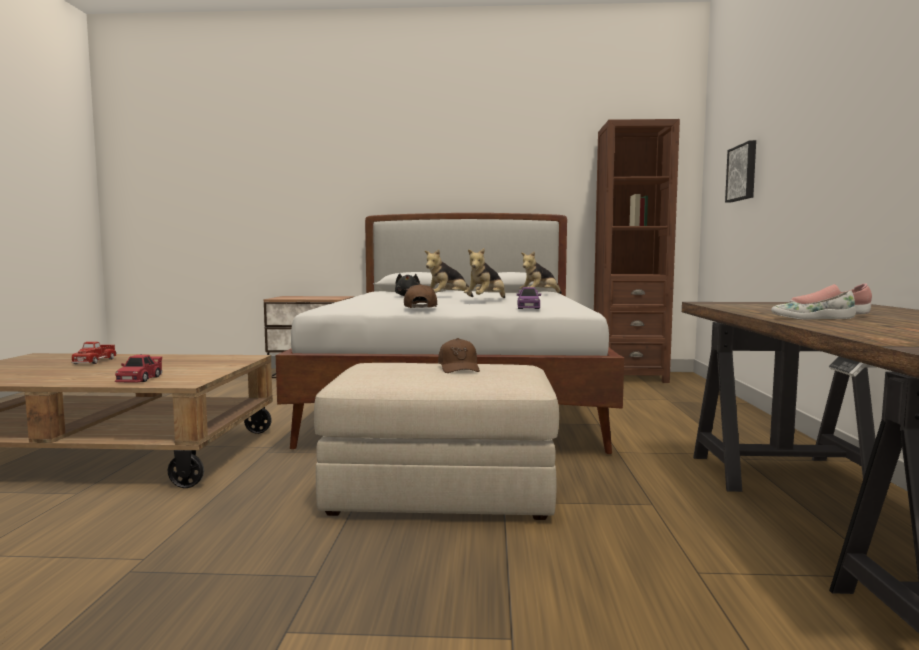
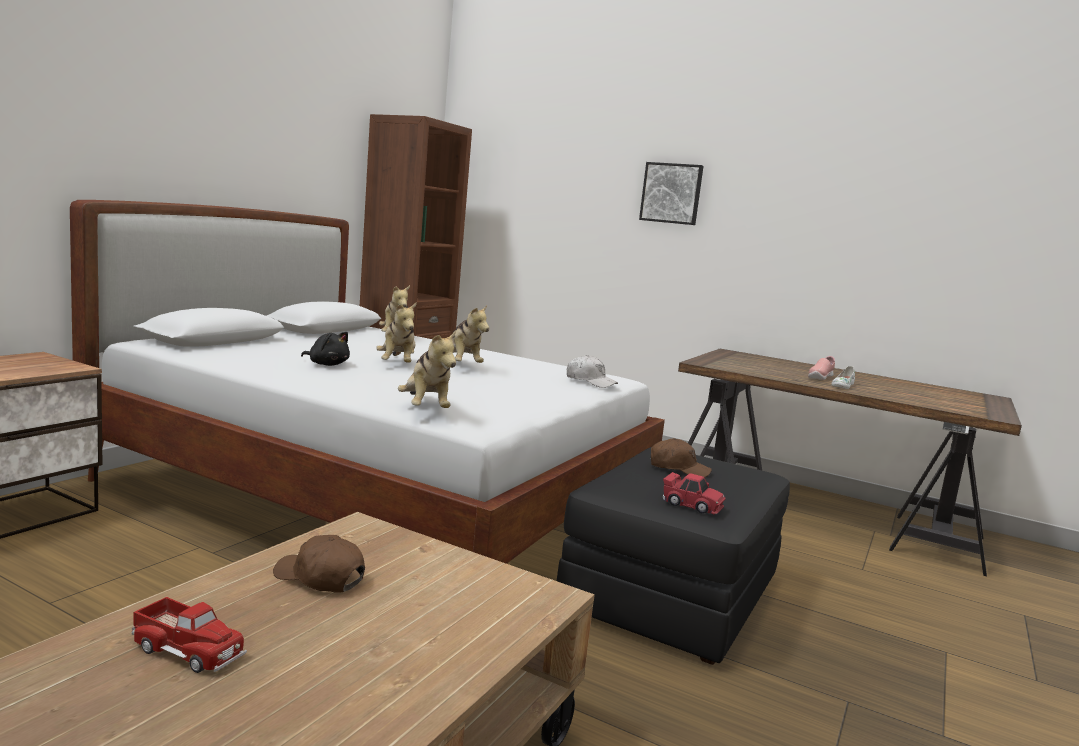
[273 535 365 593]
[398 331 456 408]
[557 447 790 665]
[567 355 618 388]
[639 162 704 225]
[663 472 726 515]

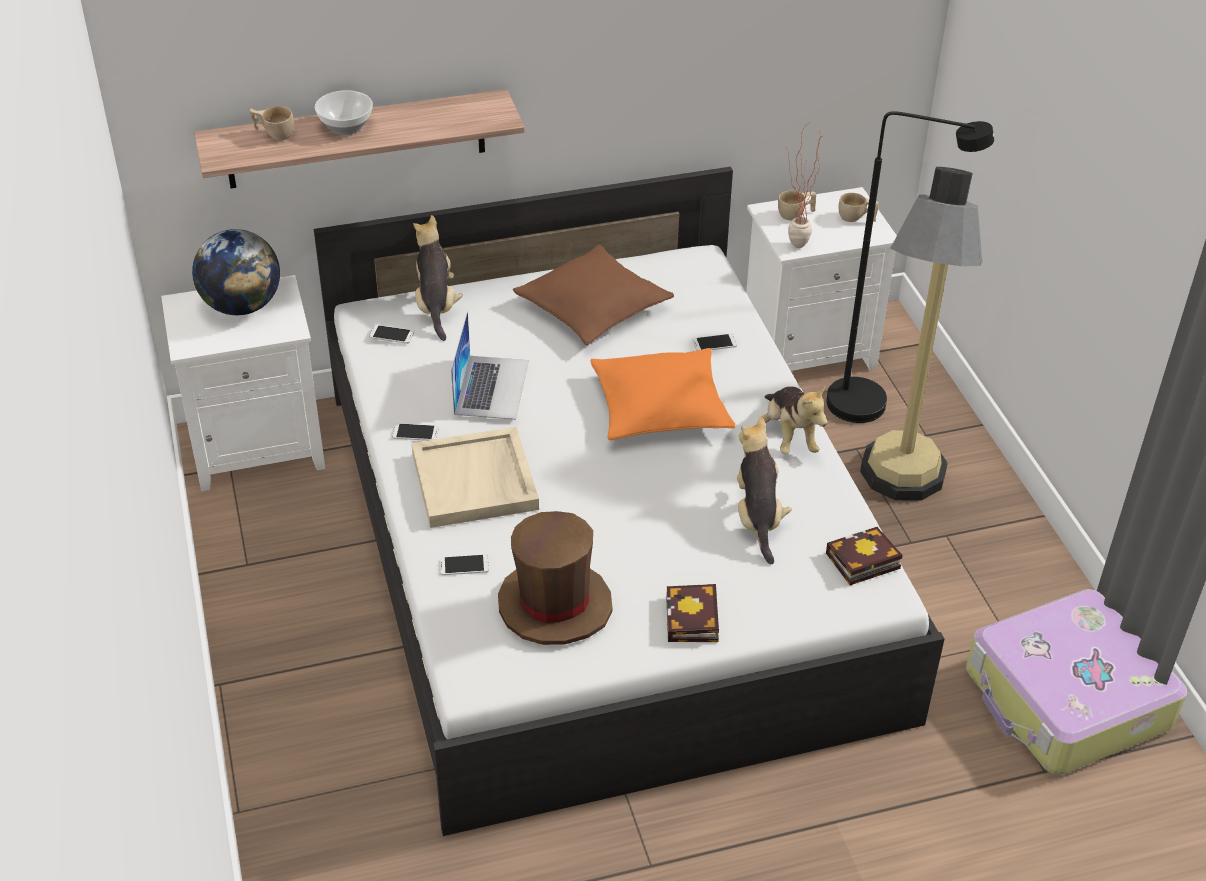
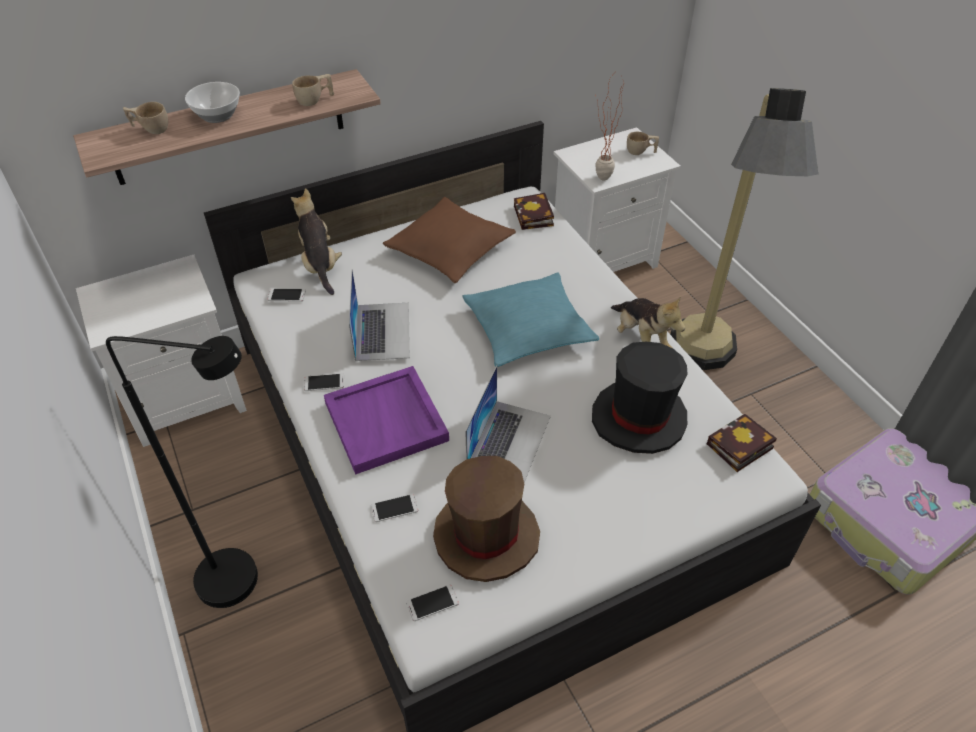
[106 336 258 608]
[292 74 334 106]
[324 366 449 475]
[406 584 459 621]
[462 272 599 367]
[465 366 551 483]
[514 193 554 230]
[592 342 688 454]
[192 229 280 315] (first image)

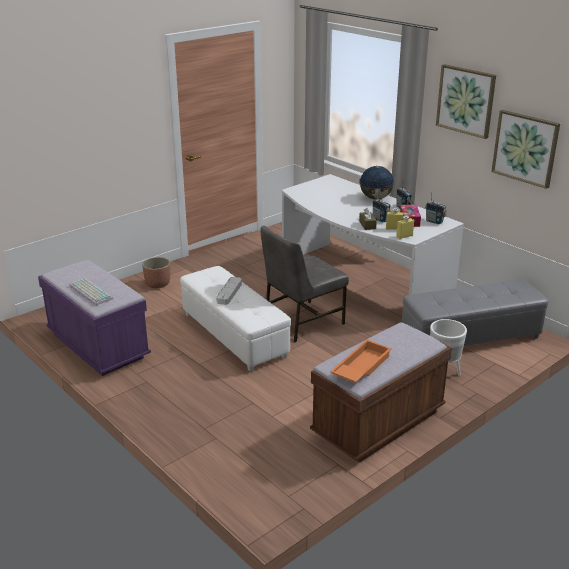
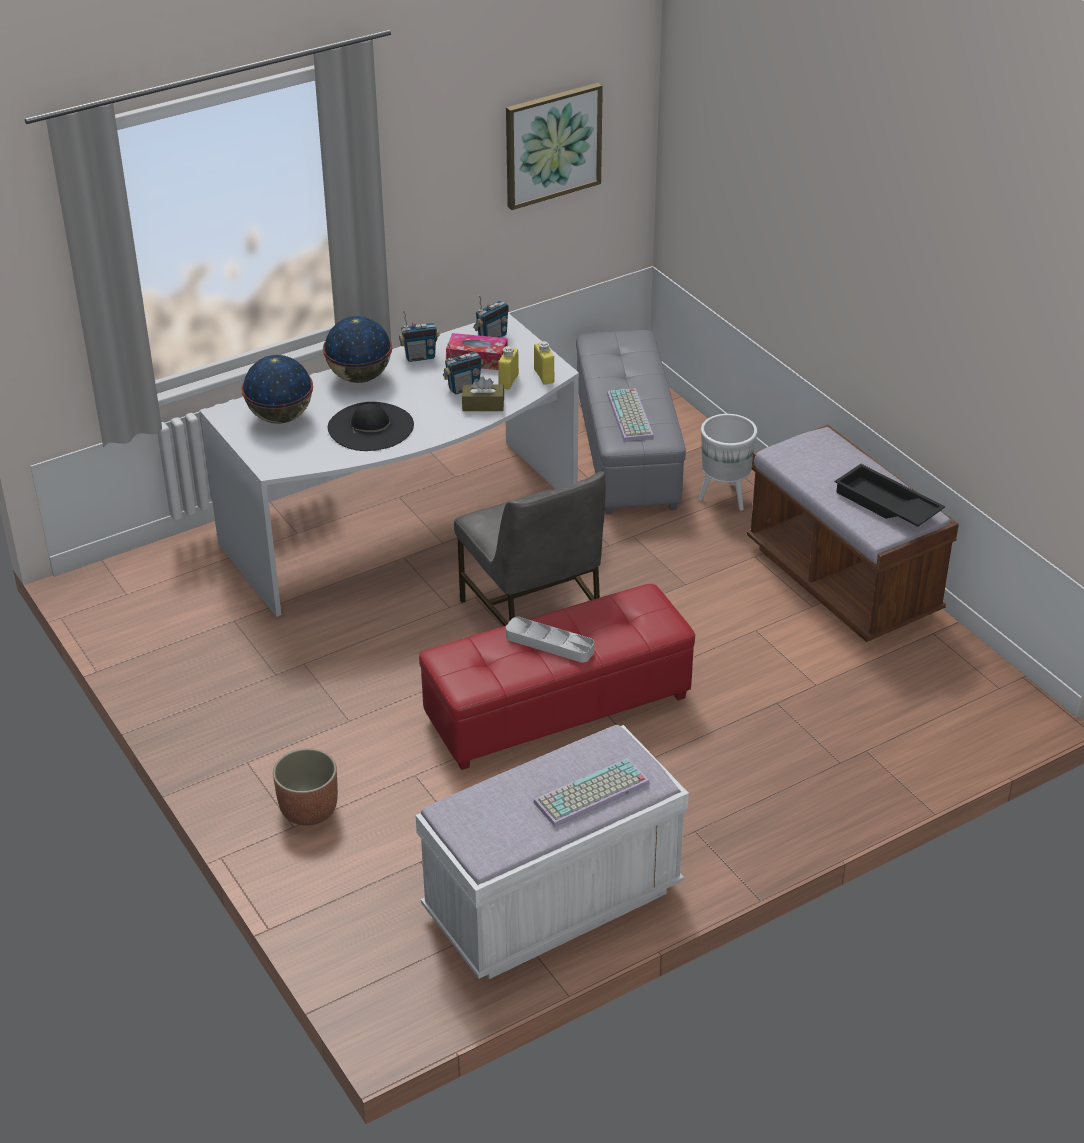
[241 355 313 424]
[328 402 414 451]
[416 725 689 979]
[419 584 695 770]
[607 388 654 441]
[834 464 945 527]
[436 64 496 139] (first image)

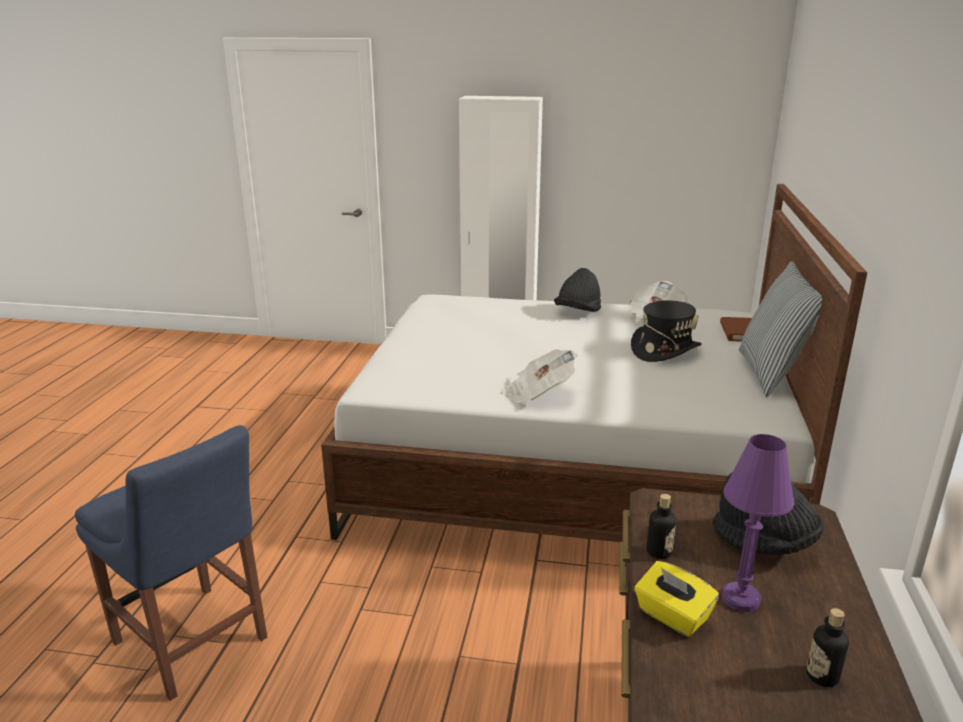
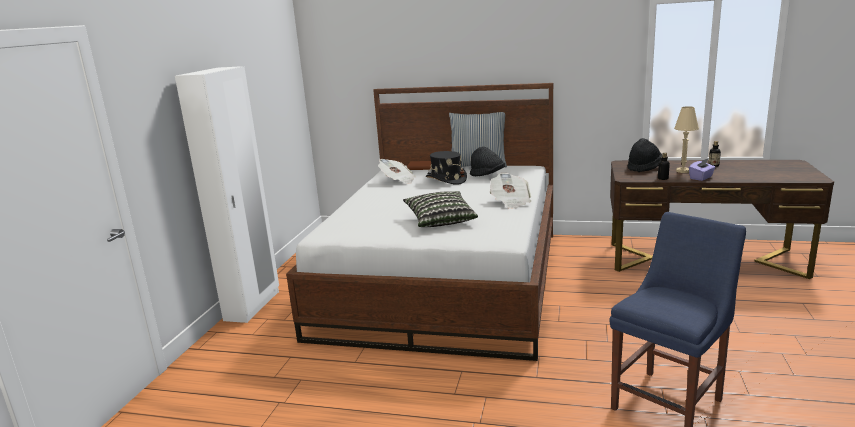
[403 191 478 227]
[470 147 505 176]
[674 106 699 173]
[689 158 715 181]

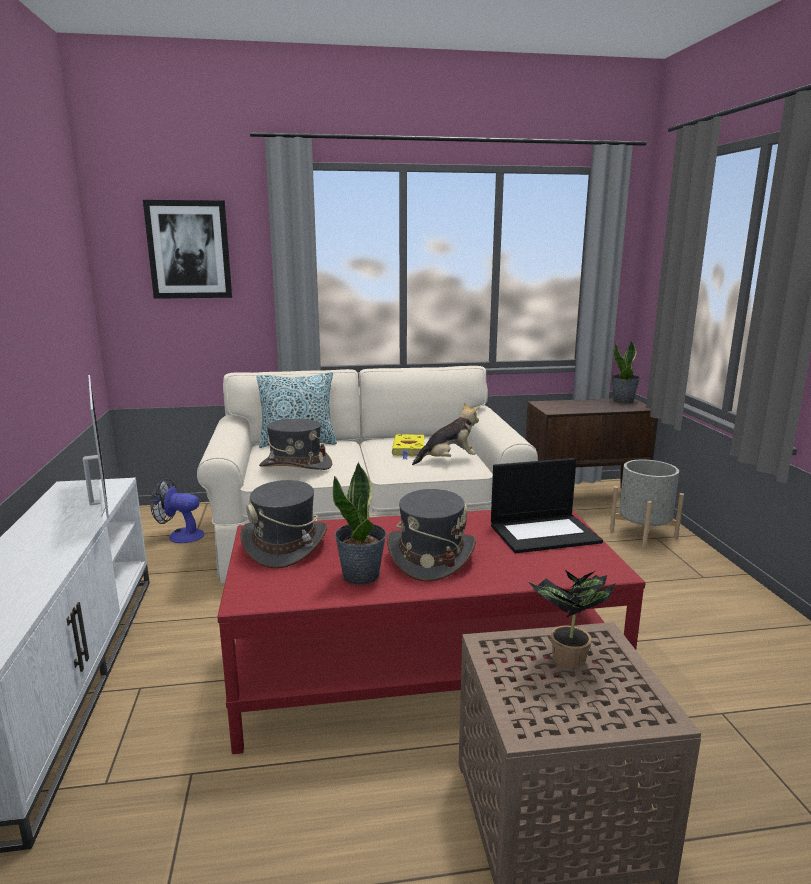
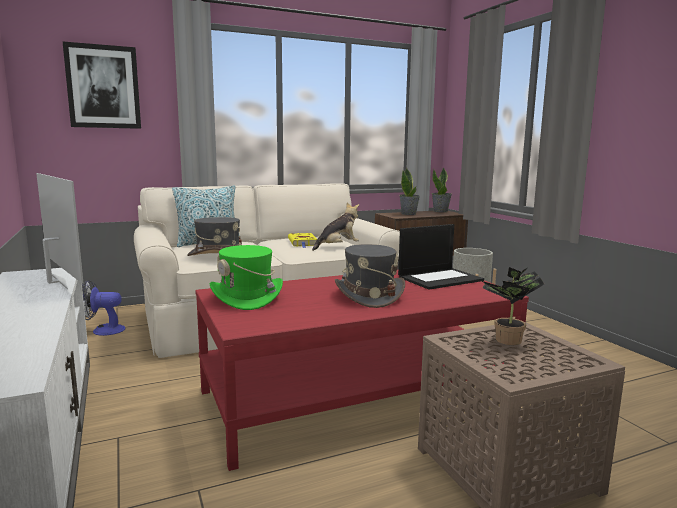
[210 245 283 310]
[399 168 420 215]

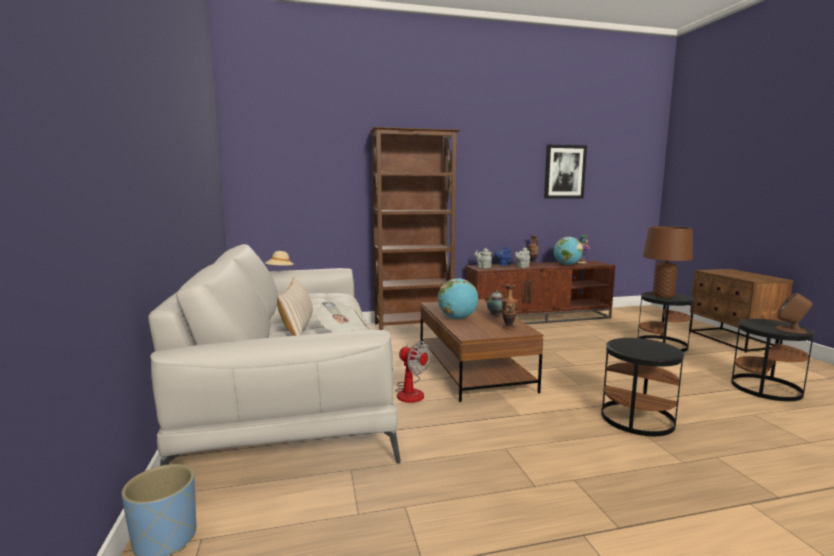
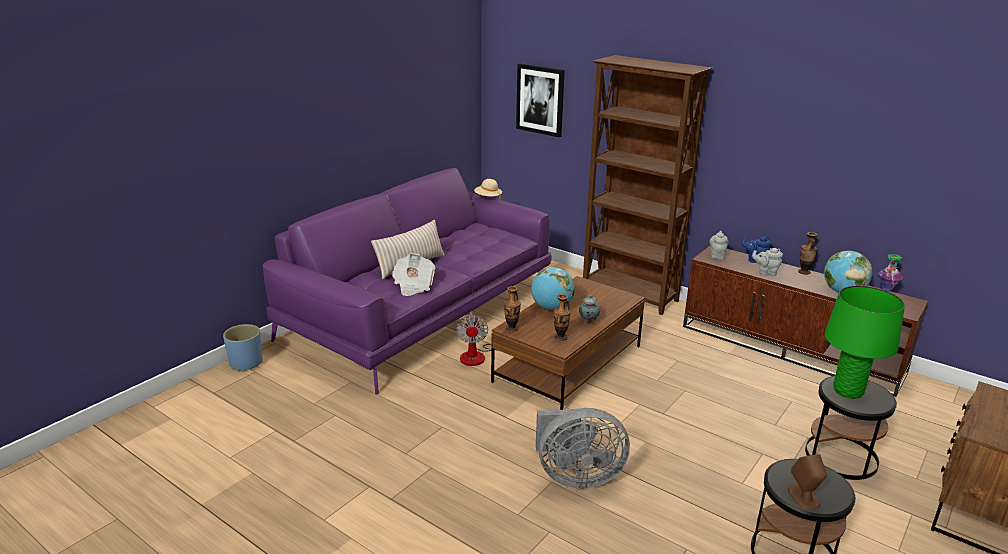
[262 168 552 395]
[504 286 521 332]
[516 64 565 137]
[536 408 630 489]
[825 286 905 399]

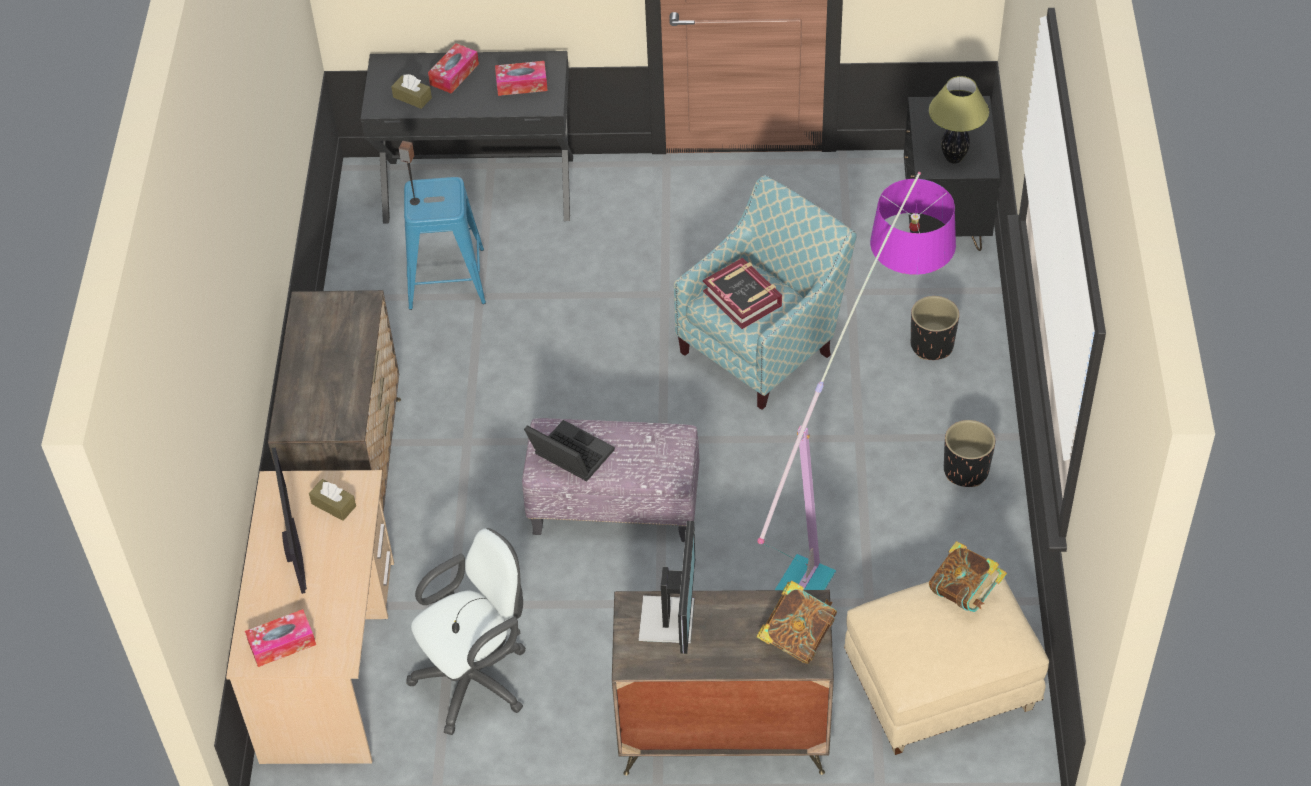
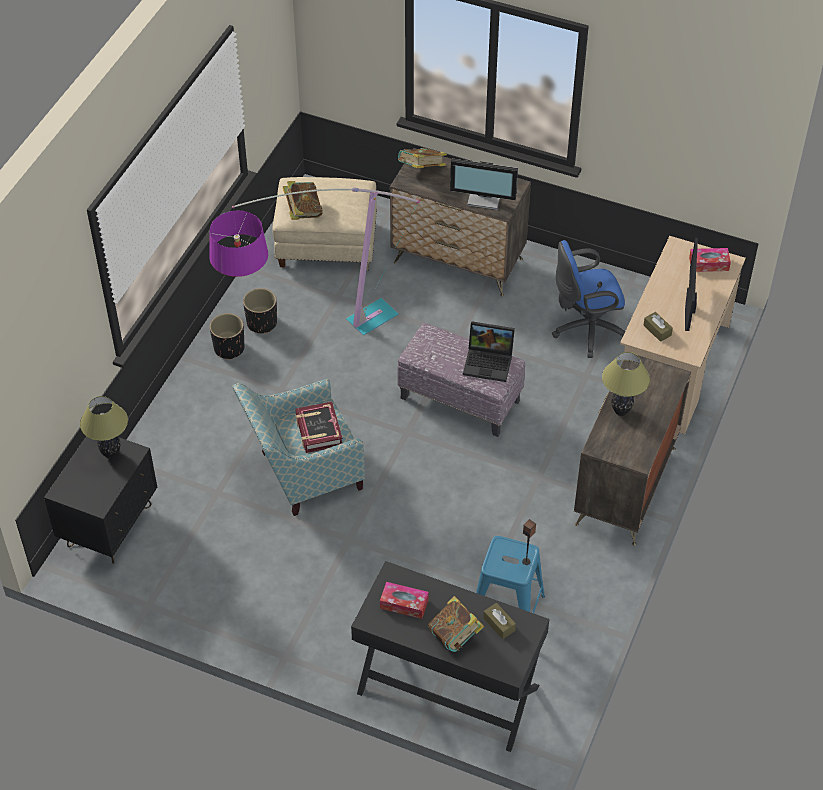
[243 288 277 333]
[428 596 484 652]
[450 159 518 210]
[463 321 515 382]
[552 240 625 358]
[602 352 650 416]

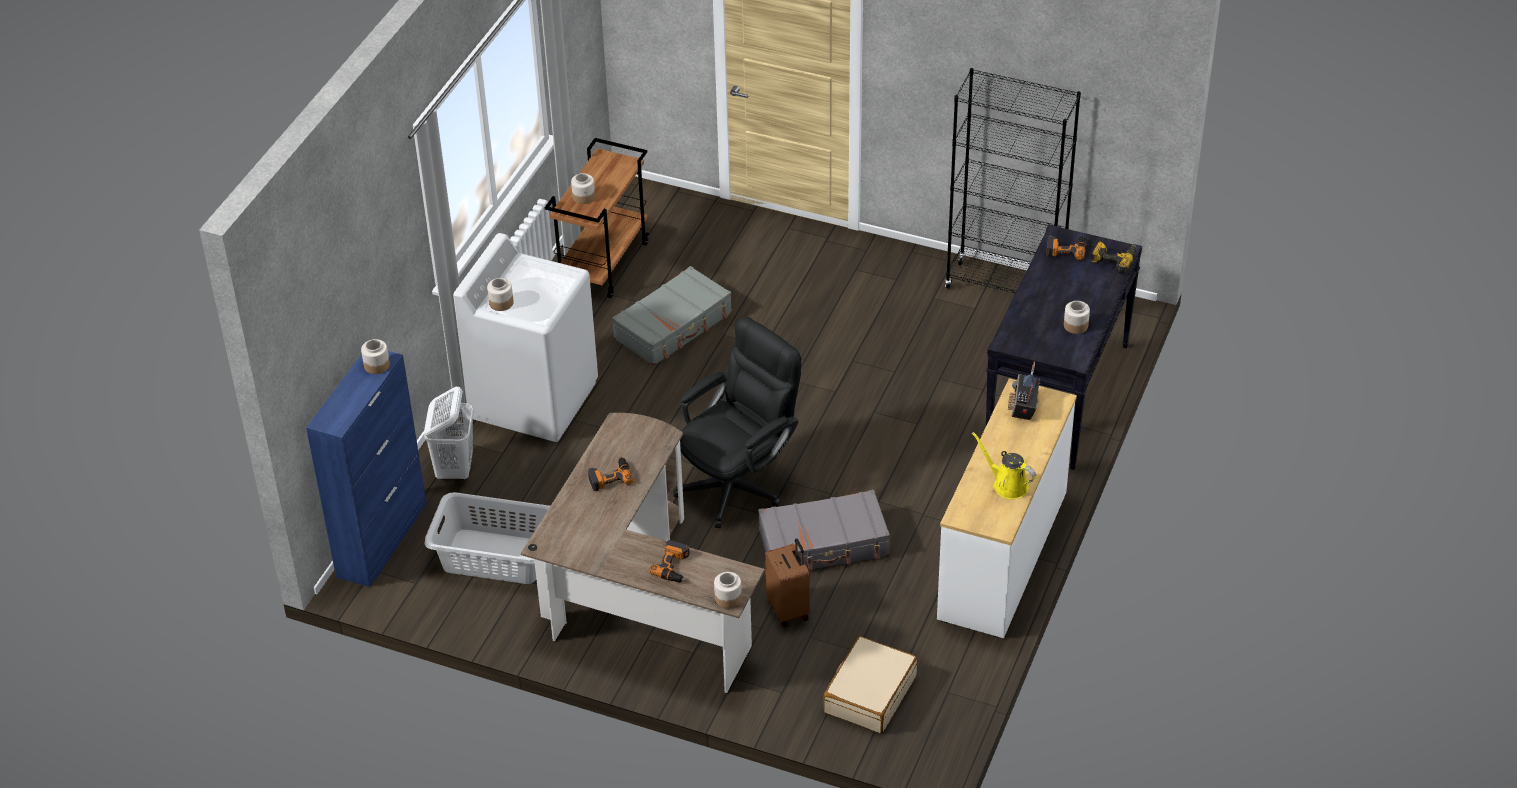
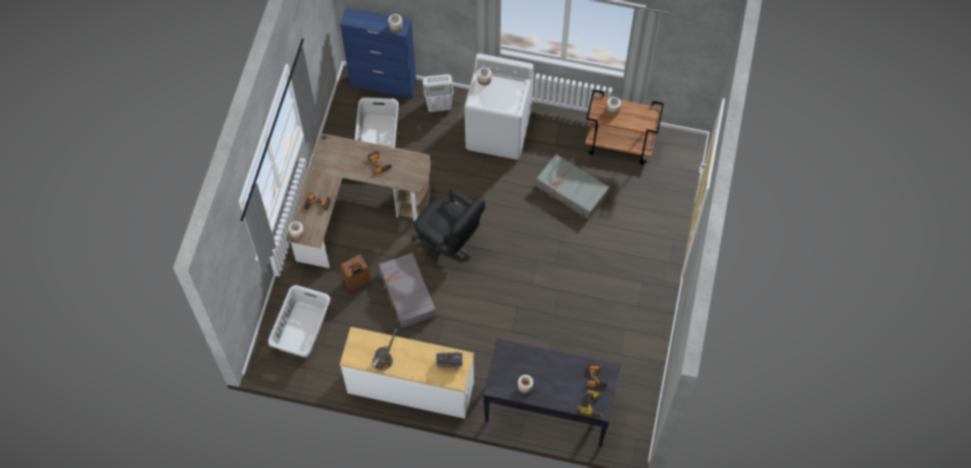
[268 285 330 357]
[372 328 398 370]
[945 68 1081 294] (first image)

